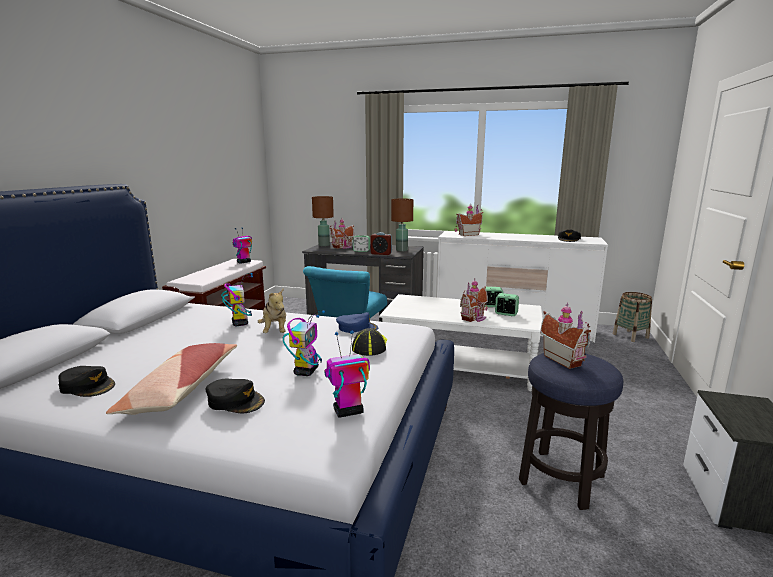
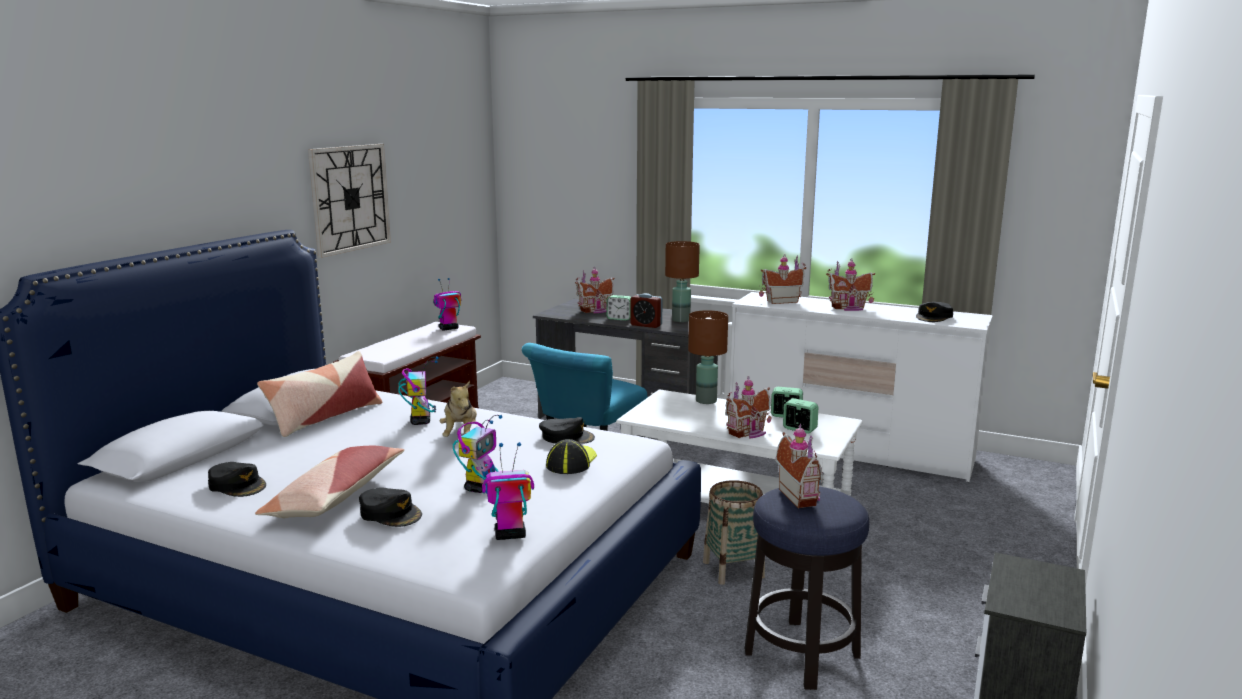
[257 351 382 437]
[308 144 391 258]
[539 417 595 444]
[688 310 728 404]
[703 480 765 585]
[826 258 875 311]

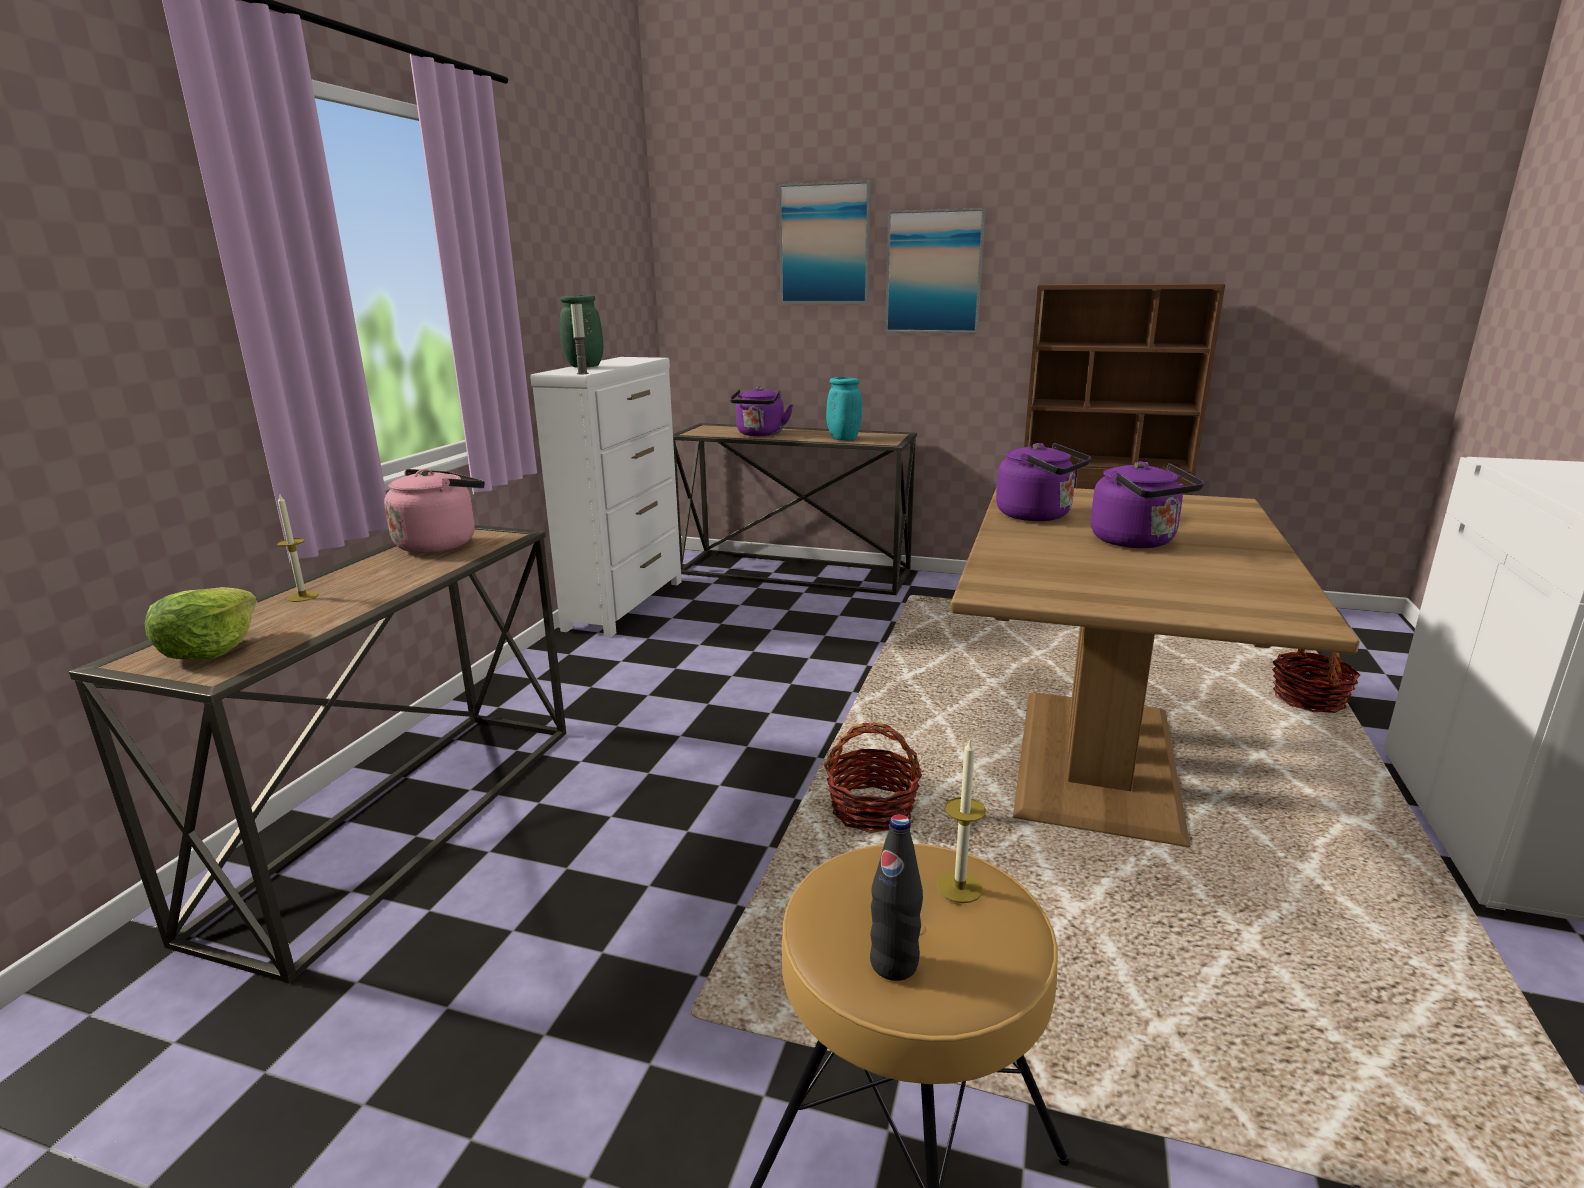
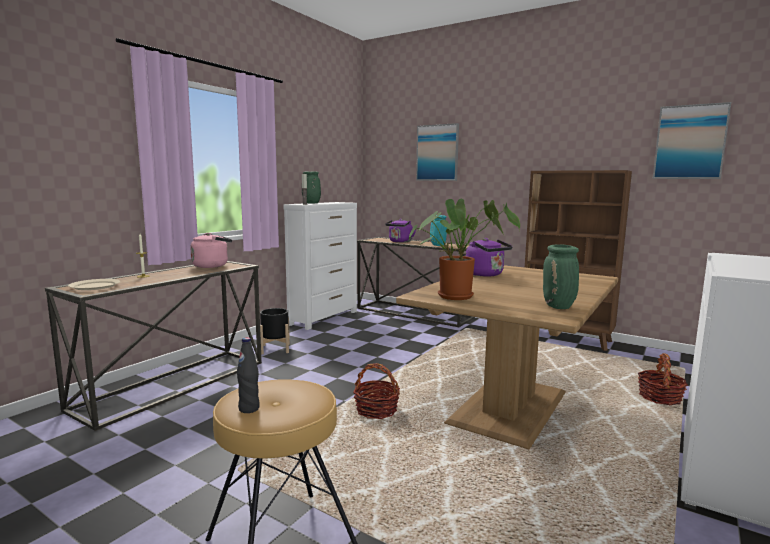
[68 279 120 290]
[260 308 290 354]
[408 199 520 300]
[543 244 579 309]
[653 102 731 179]
[937 737 986 903] (first image)
[1091 461 1204 548] (first image)

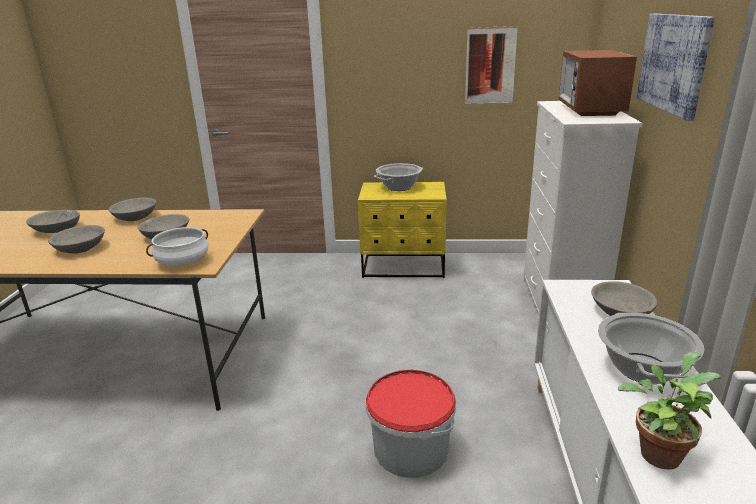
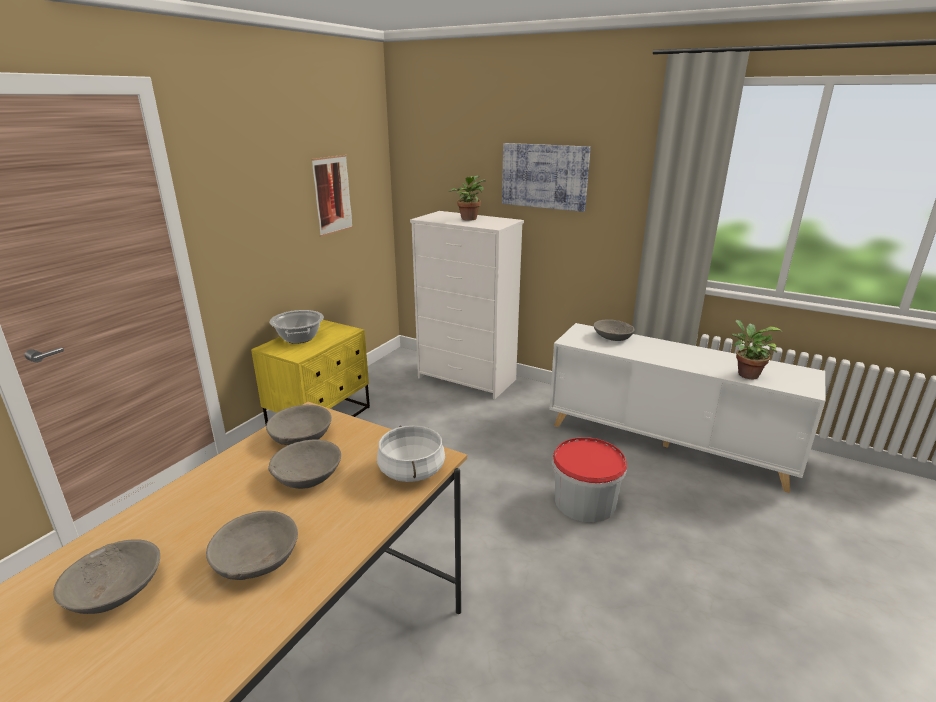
[266 405 332 445]
[449 176 486 221]
[598 313 704 384] (first image)

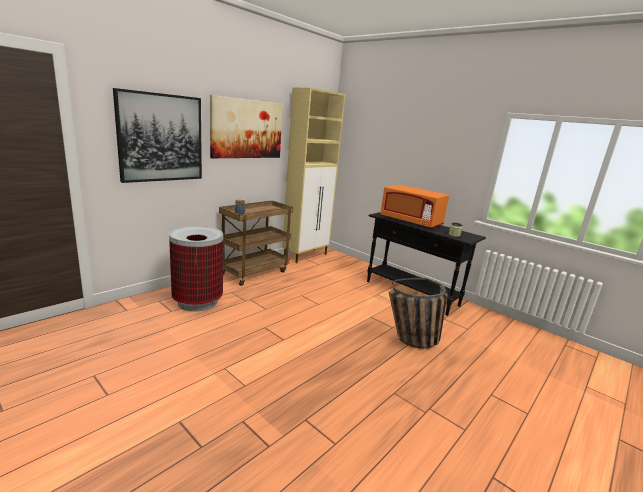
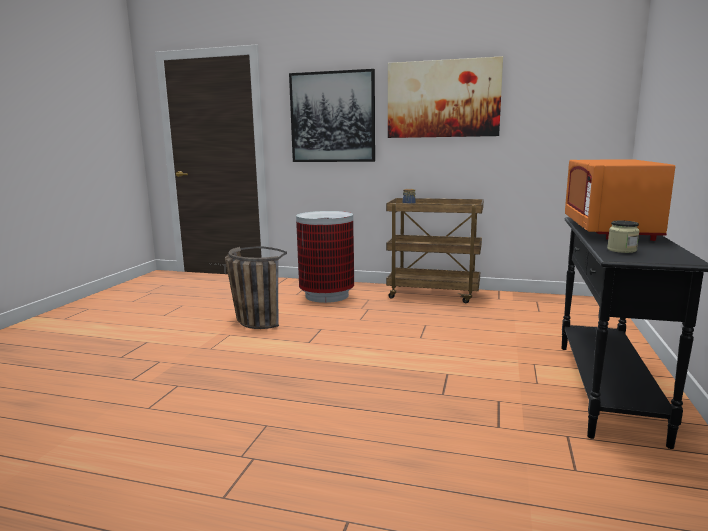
[225 246 287 329]
[283 87 346 263] (first image)

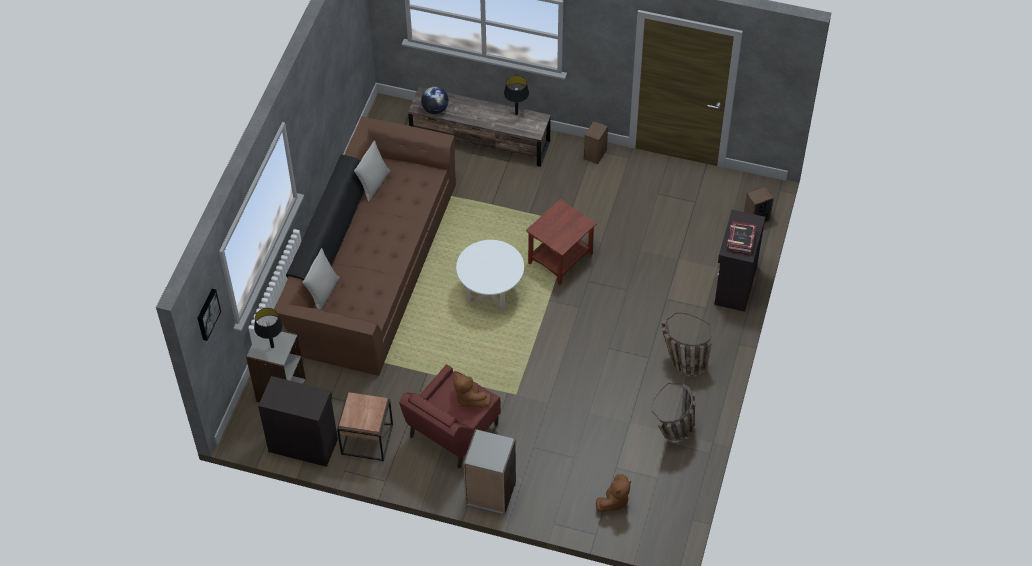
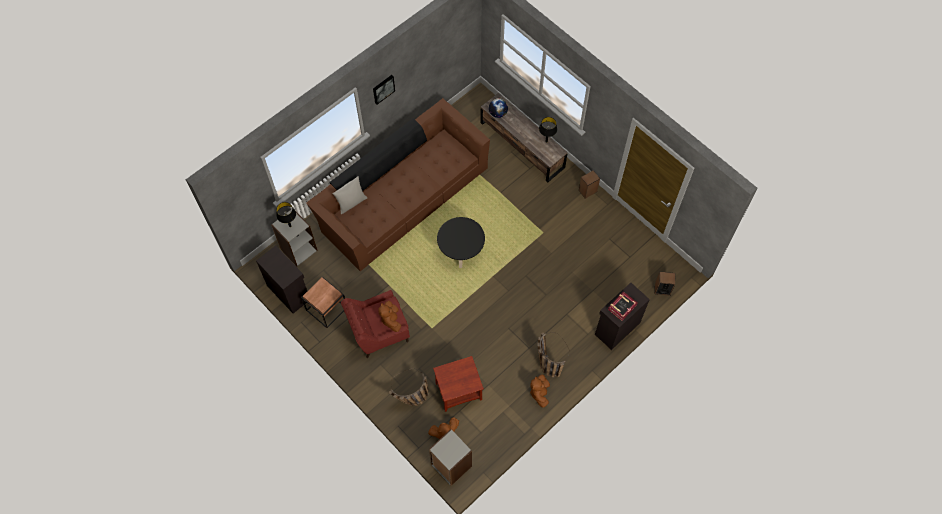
[373 75 395 104]
[389 368 429 406]
[429 429 472 486]
[433 356 484 412]
[437 217 485 268]
[530 375 550 408]
[354 140 390 201] (first image)

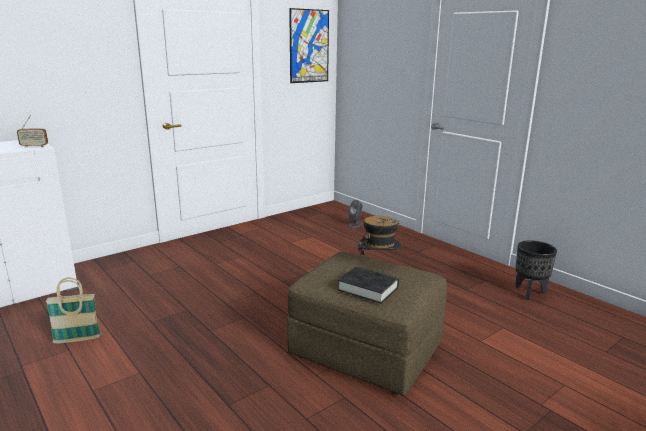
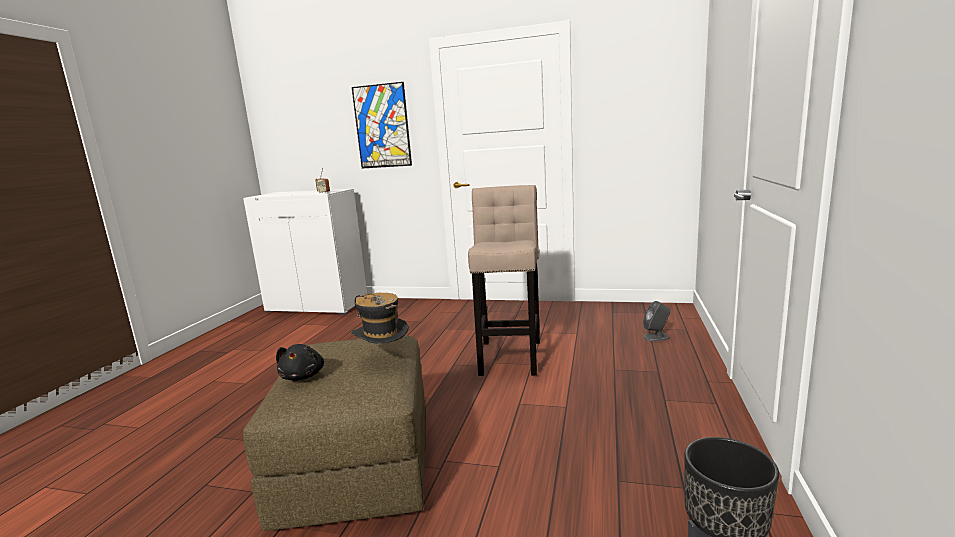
[276 344 324 381]
[352 82 412 168]
[468 185 540 376]
[46 278 101 344] (first image)

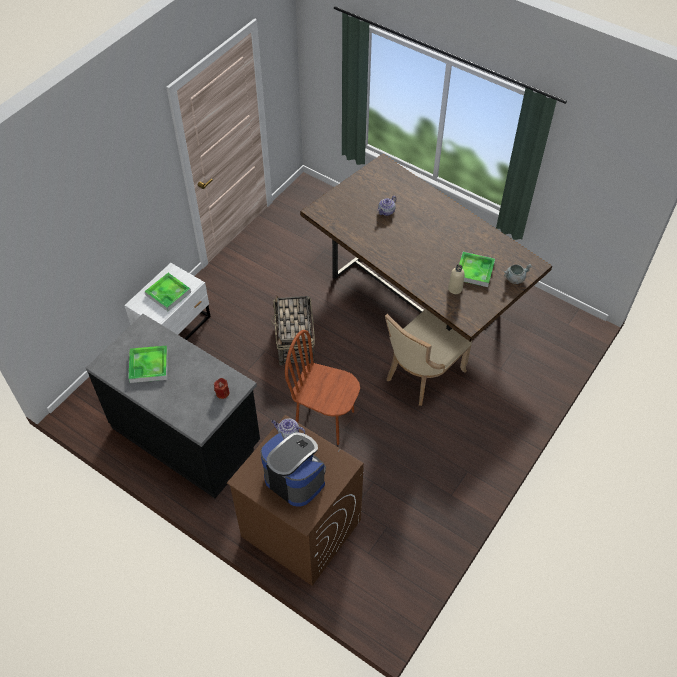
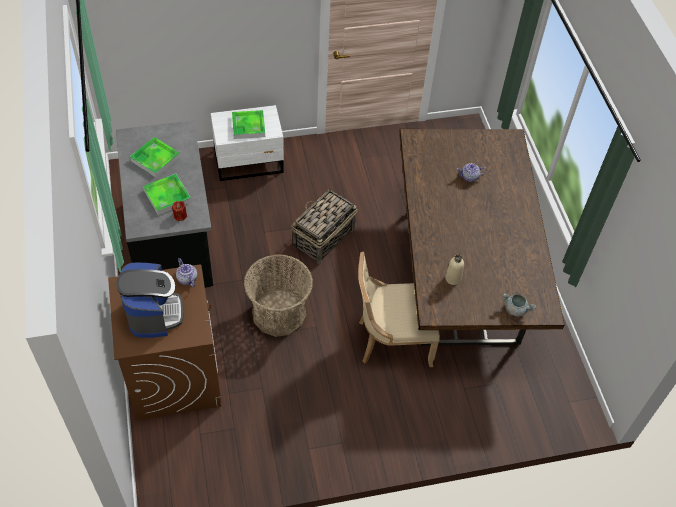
[143 174 191 215]
[244 254 313 337]

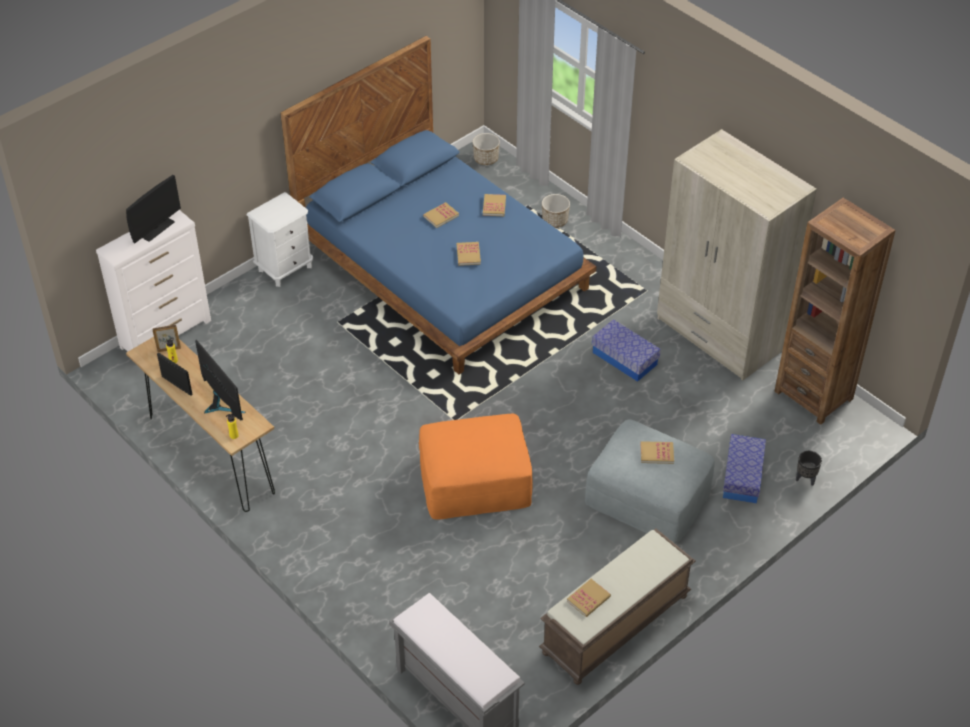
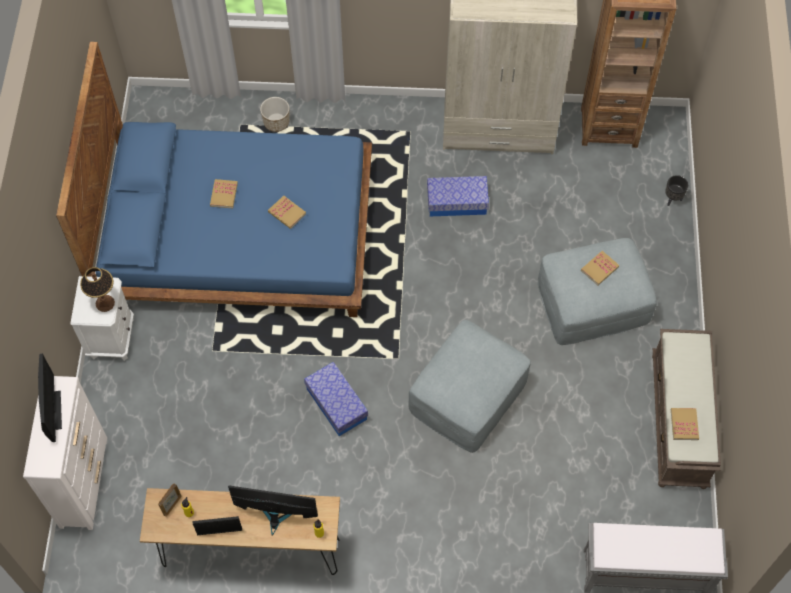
[80 267 115 312]
[304 362 368 436]
[408 320 531 453]
[473 133 500 165] (first image)
[483 194 506 216] (first image)

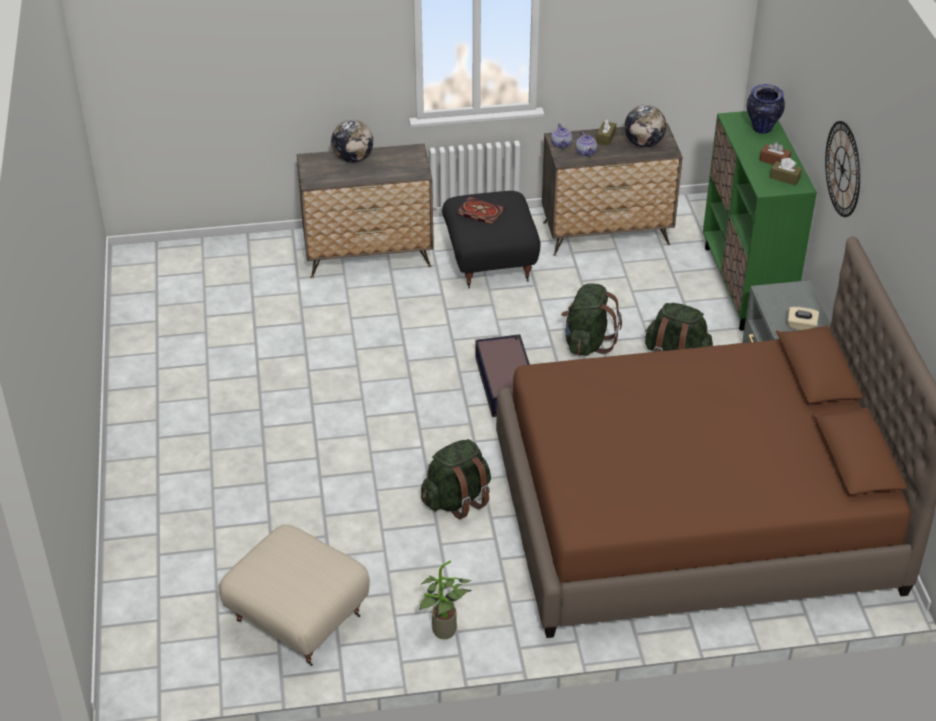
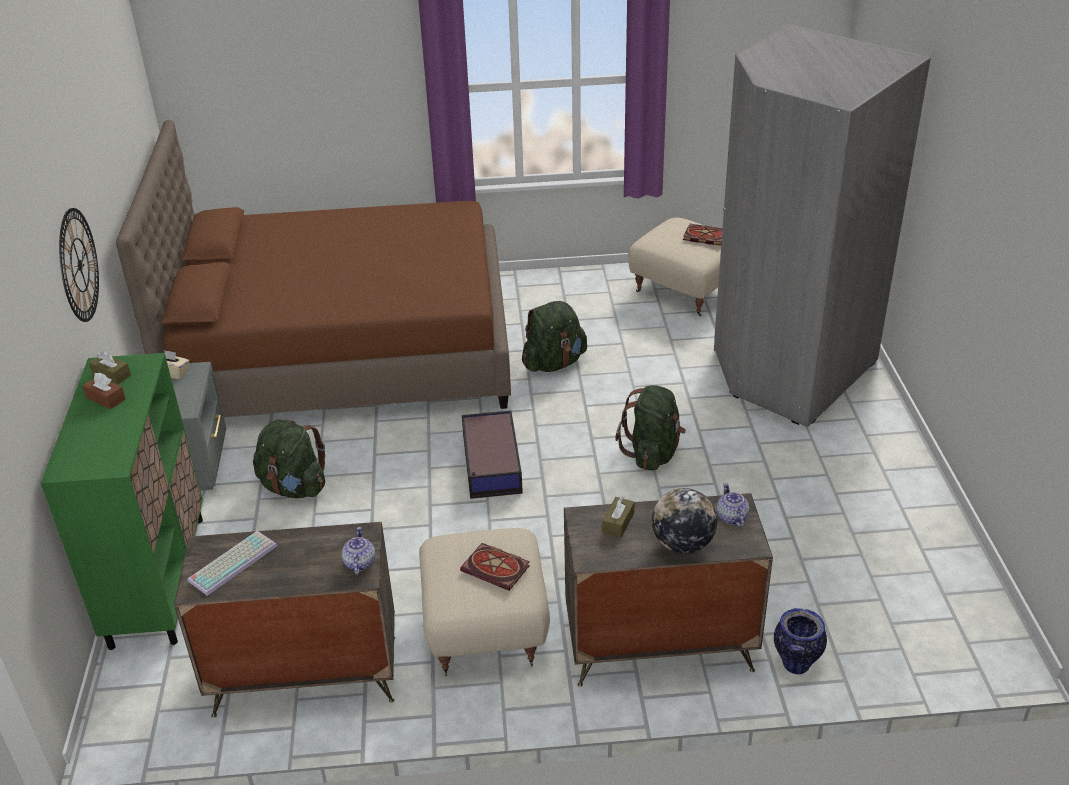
[188 531 277 596]
[419 528 550 676]
[602 497 635 538]
[615 385 686 470]
[683 224 723 246]
[714 24 931 427]
[716 483 749 528]
[774 608 827 674]
[419 560 472 639] (first image)

